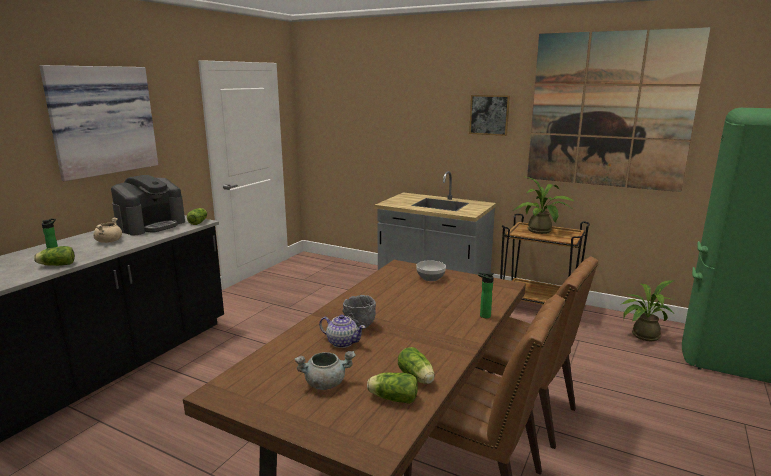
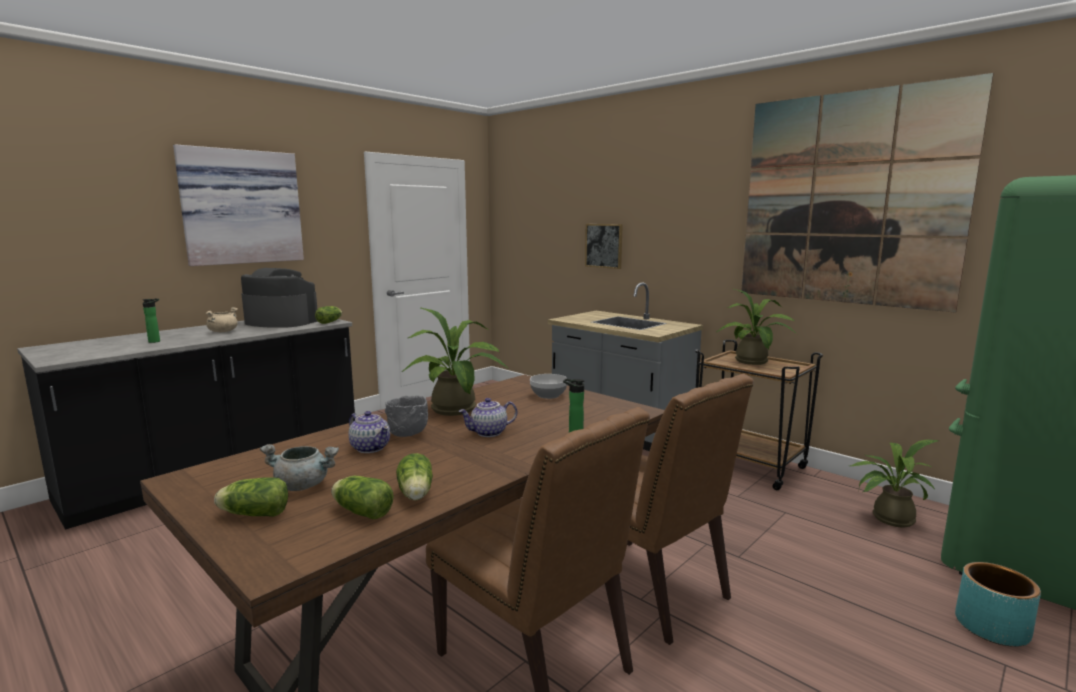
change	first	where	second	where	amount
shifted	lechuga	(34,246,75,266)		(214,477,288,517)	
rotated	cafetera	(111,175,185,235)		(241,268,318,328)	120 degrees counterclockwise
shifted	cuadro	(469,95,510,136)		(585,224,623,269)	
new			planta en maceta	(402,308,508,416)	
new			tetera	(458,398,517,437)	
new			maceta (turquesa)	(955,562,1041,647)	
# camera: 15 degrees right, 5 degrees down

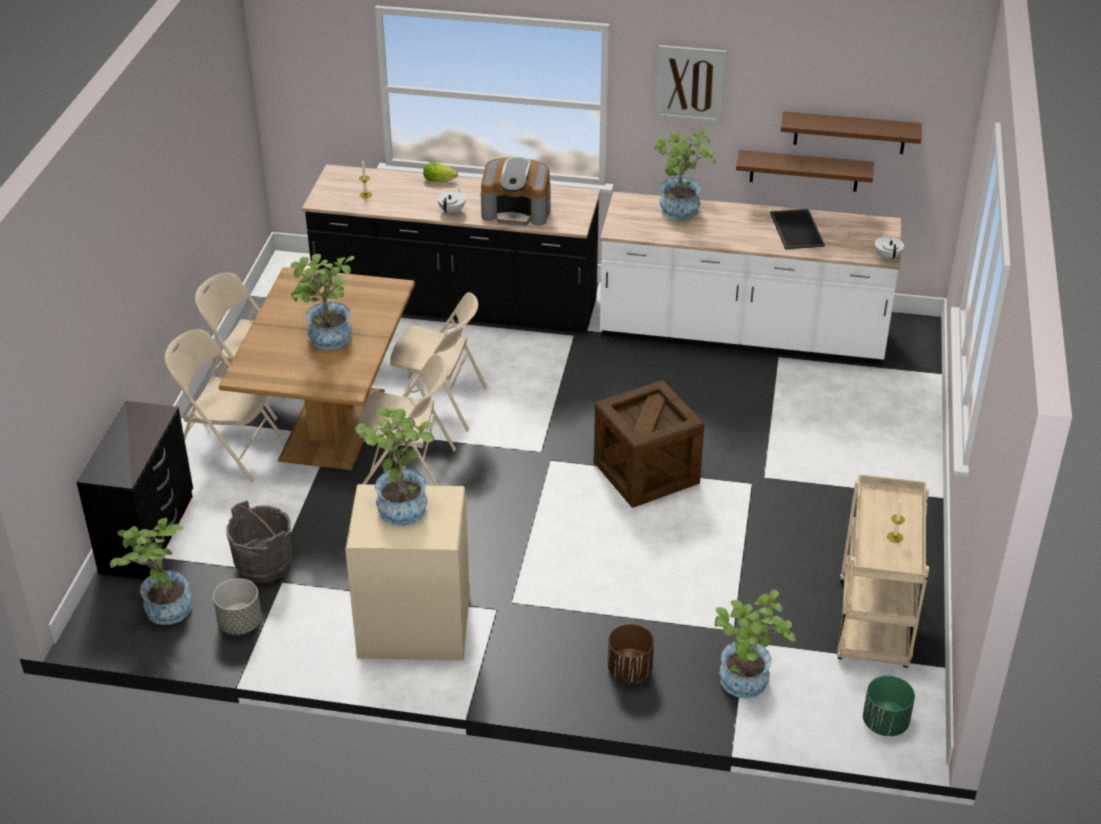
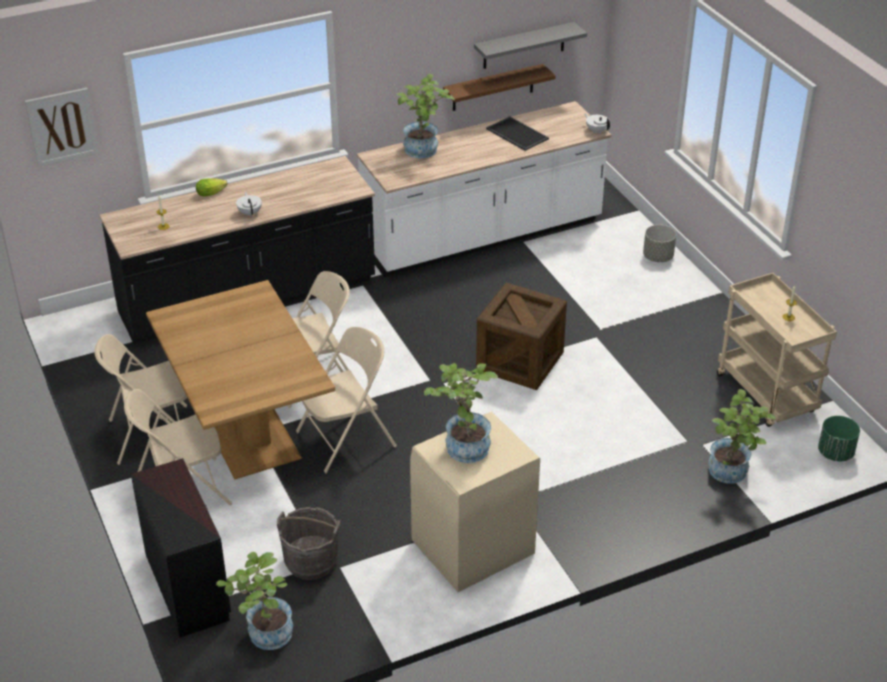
change	first	where	second	where	amount
shifted	maceta (gris)	(213,578,262,635)		(643,225,676,262)	
gone	planta en maceta	(290,254,354,350)			
gone	cafetera	(481,157,551,226)			
gone	maceta (marrón)	(608,624,654,682)			
shifted	cuadro	(656,45,726,125)		(25,88,99,167)	
repainted	estante (marrón)	(781,111,922,154)	estante (gris)	(474,22,587,69)	
# camera: 35 degrees left, 0 degrees up

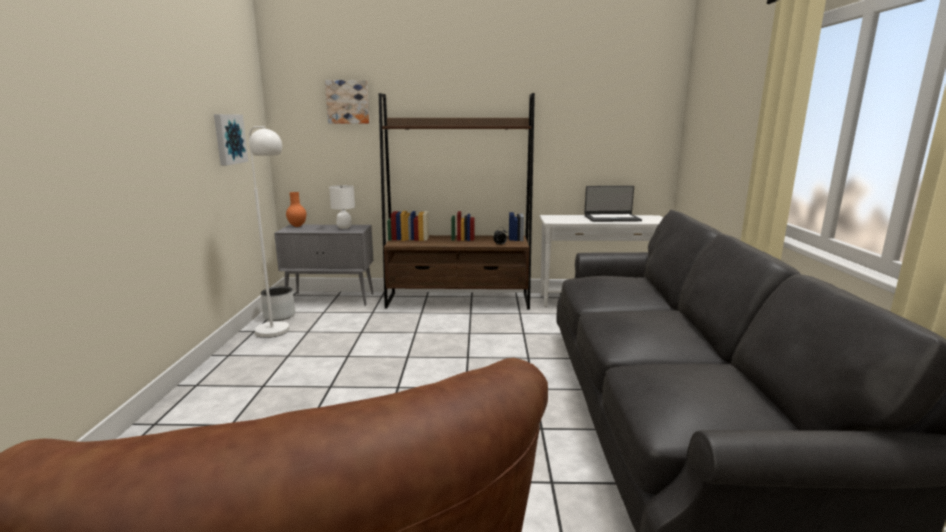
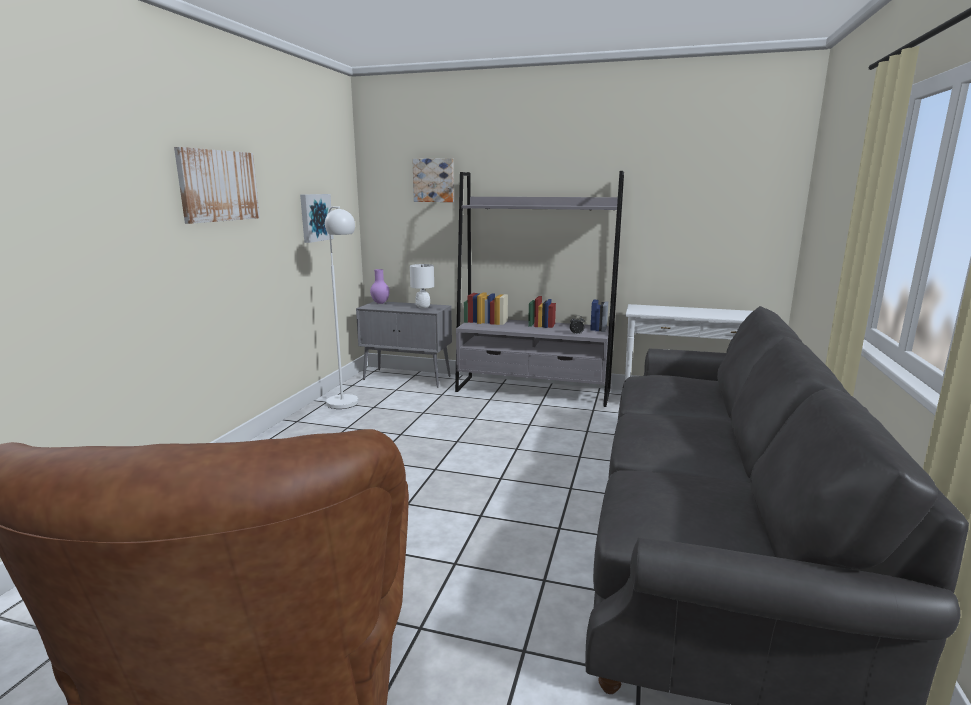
change	first	where	second	where	amount
gone	maceta (gris)	(261,286,295,321)			
repainted	florero (naranja)	(286,192,306,227)	florero (morado)	(370,269,390,304)	
repainted	estantería (marrón)	(379,93,535,310)	estantería (gris)	(455,171,624,407)	
gone	portátil	(584,186,642,222)			
new			cuadro	(174,147,260,224)	
# camera: 15 degrees right, 0 degrees up

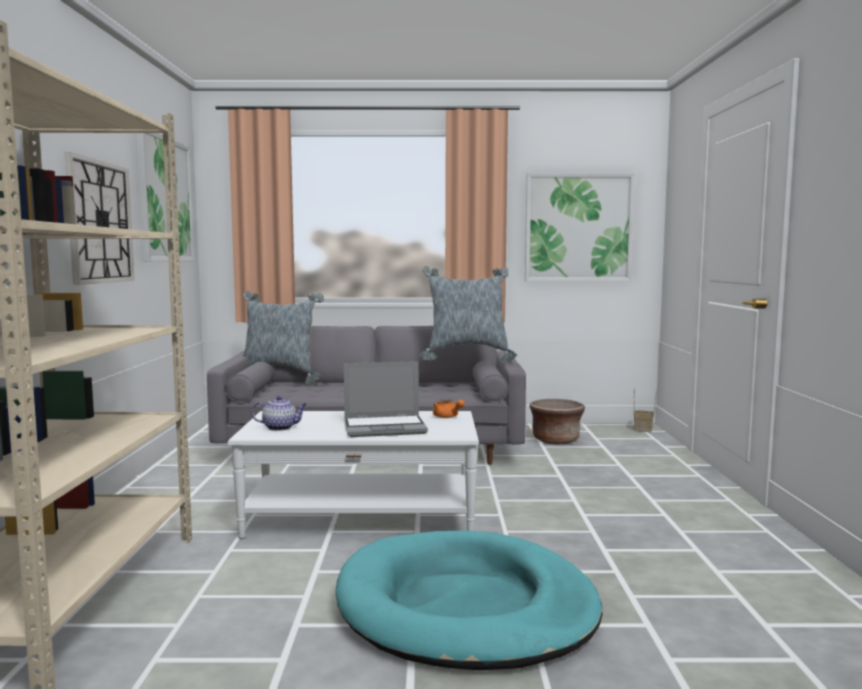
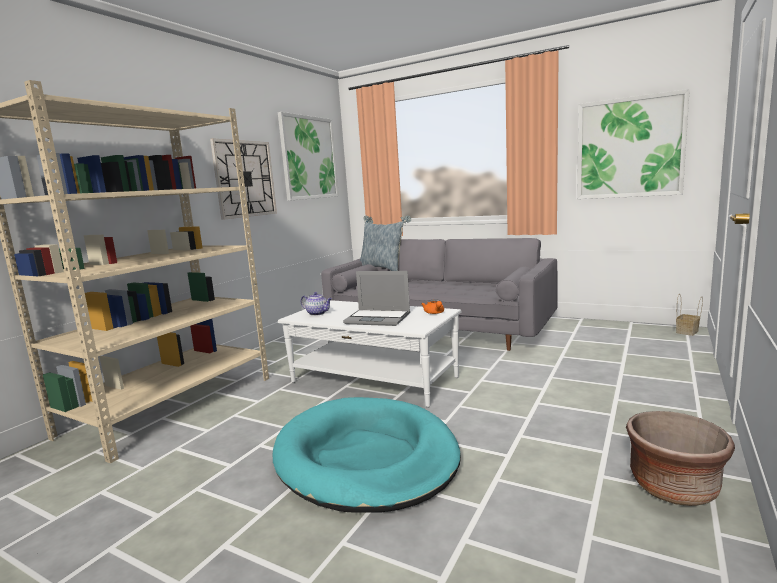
change	first	where	second	where	amount
gone	cojín	(419,266,517,364)			
shifted	maceta (marrón)	(530,399,585,444)		(626,411,735,506)	
# camera: 30 degrees right, 5 degrees up

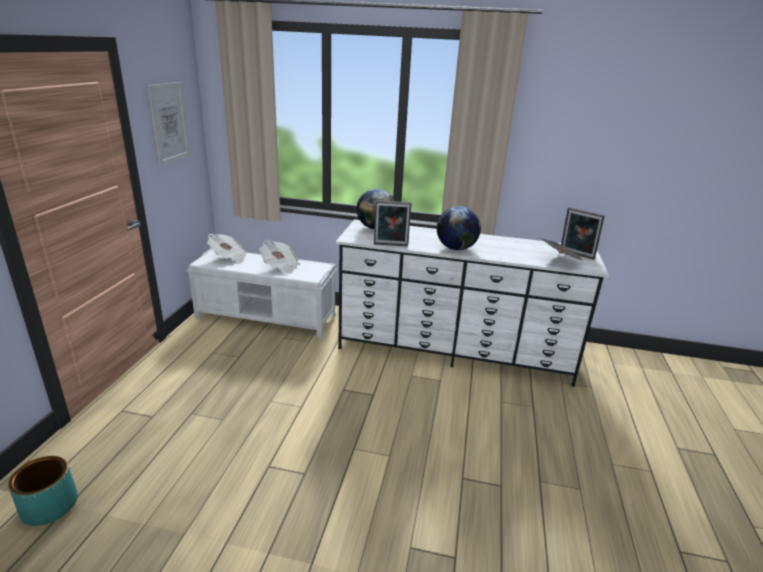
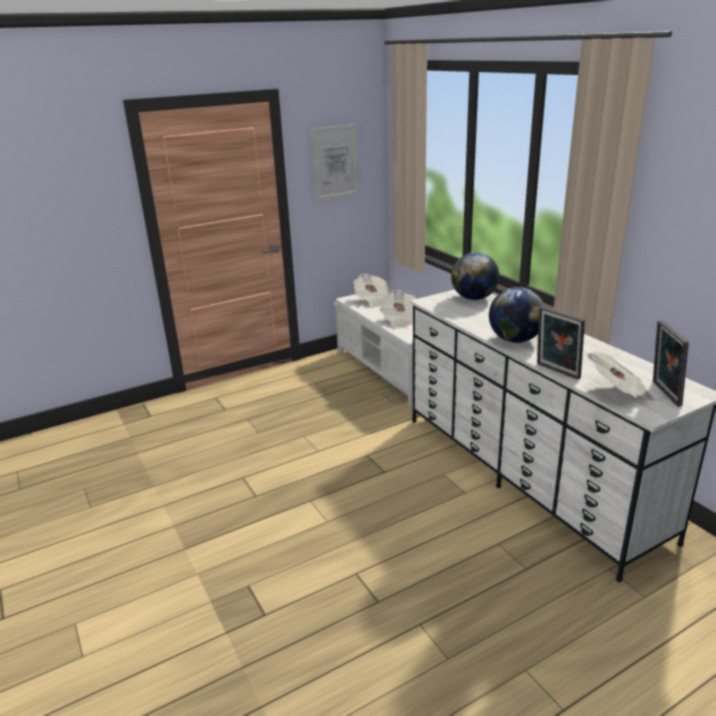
change	first	where	second	where	amount
gone	maceta (turquesa)	(8,456,78,526)			
shifted	portarretratos	(374,200,411,246)		(537,306,585,380)	
# camera: 50 degrees right, 0 degrees up

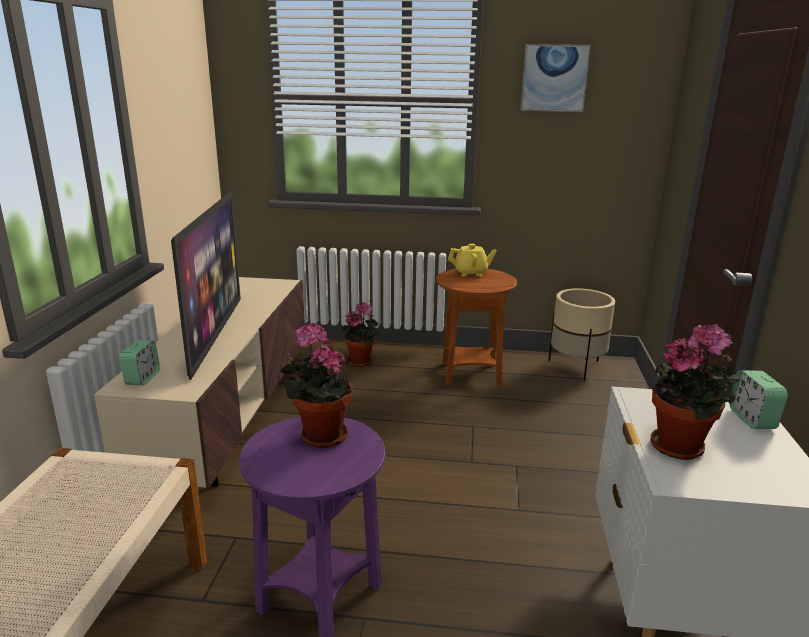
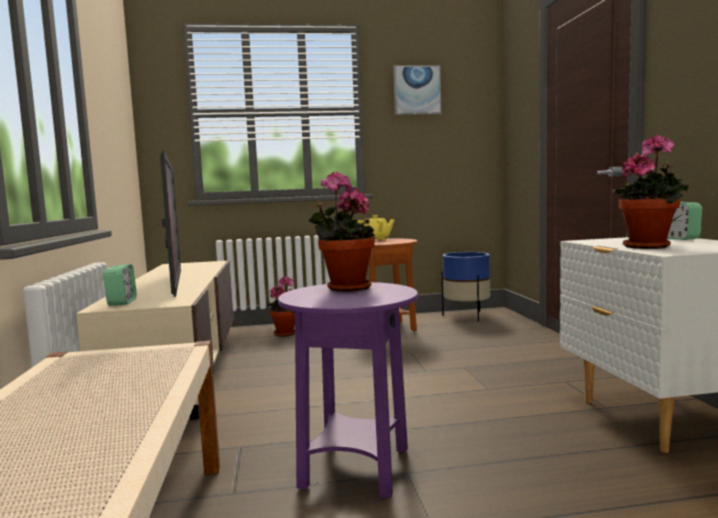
change	first	where	second	where	amount
repainted	maceta (beis)	(549,288,615,381)	maceta (azul)	(442,252,490,321)	
# camera: 15 degrees left, 15 degrees down

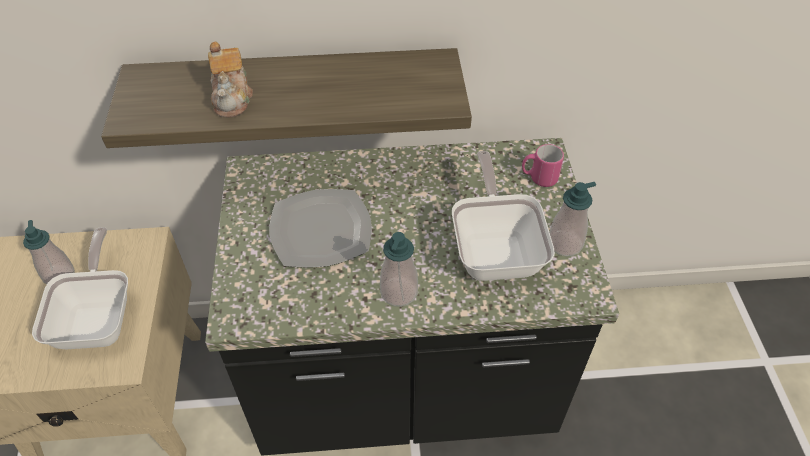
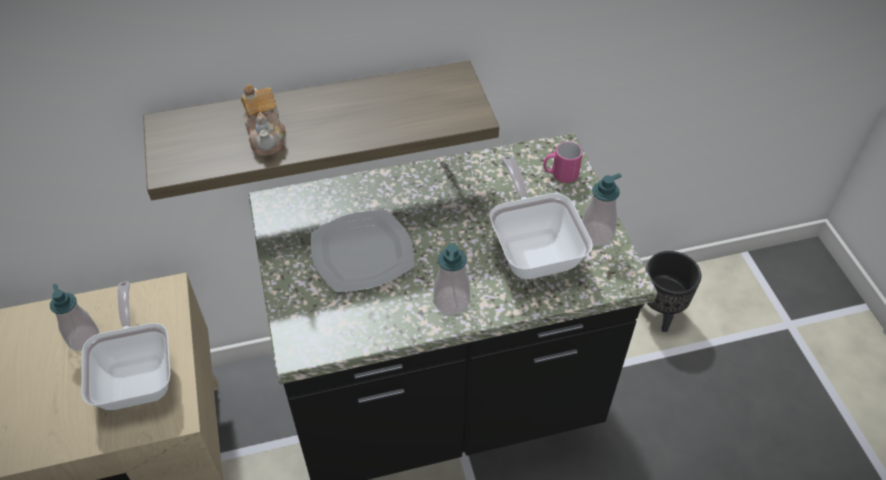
change	first	where	second	where	amount
new			maceta (negro)	(641,251,701,332)	
# camera: 10 degrees left, 0 degrees up

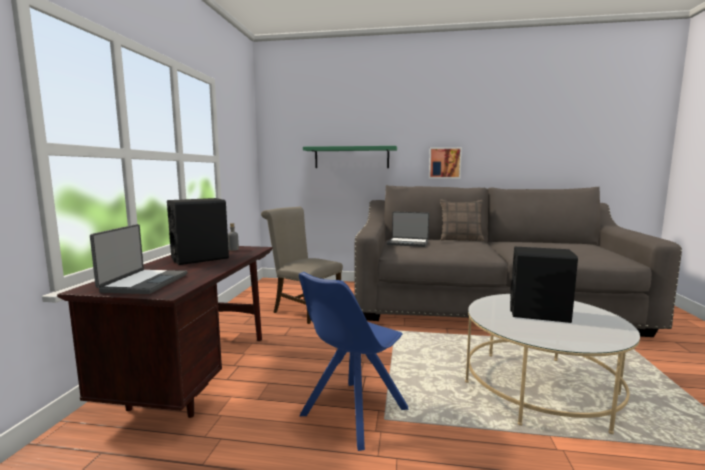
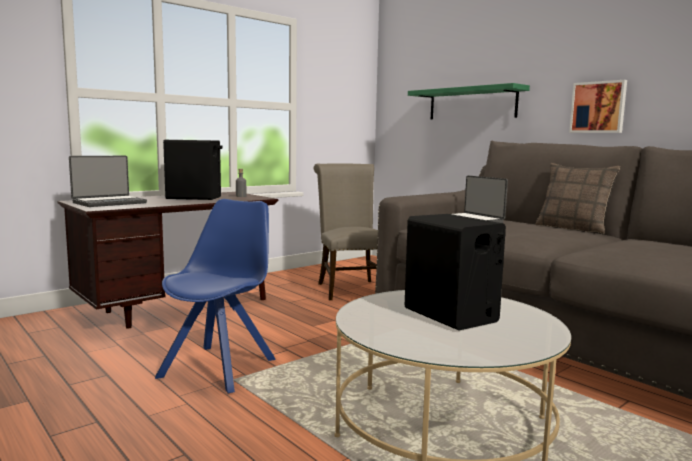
change	first	where	second	where	amount
rotated	silla (azul)	(299,272,409,451)		(155,199,276,393)	120 degrees clockwise
# camera: 40 degrees right, 0 degrees up

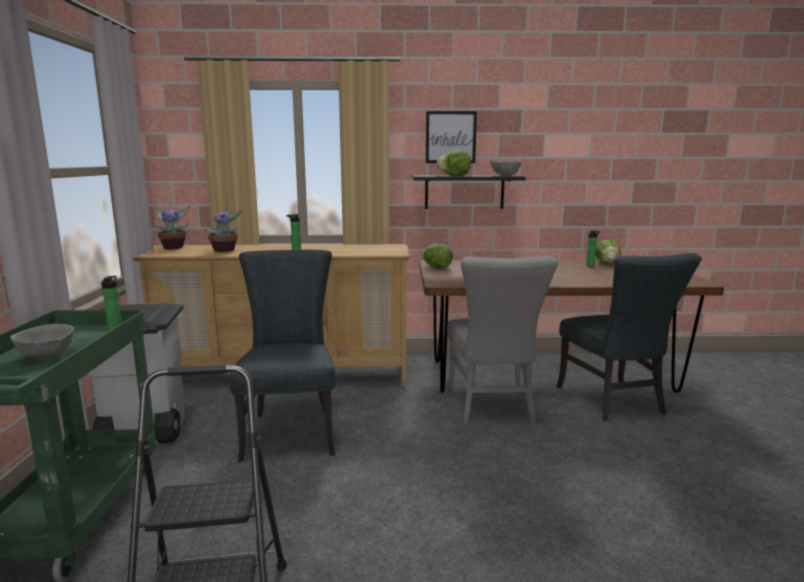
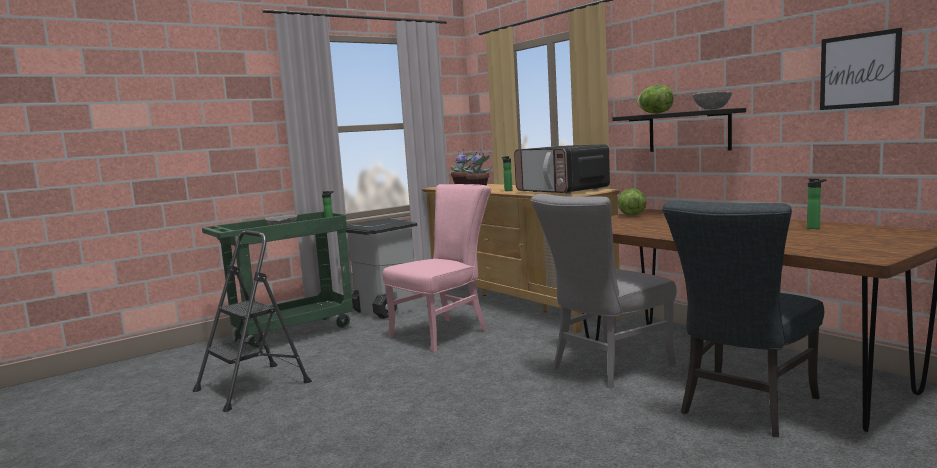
change	first	where	second	where	amount
repainted	silla (gris)	(229,250,335,462)	silla (rosa)	(383,184,492,352)	
shifted	cuadro	(426,111,477,163)		(820,28,902,110)	
gone	lechuga	(596,239,621,263)			
new			microondas	(514,144,610,194)	
# camera: 55 degrees right, 5 degrees down

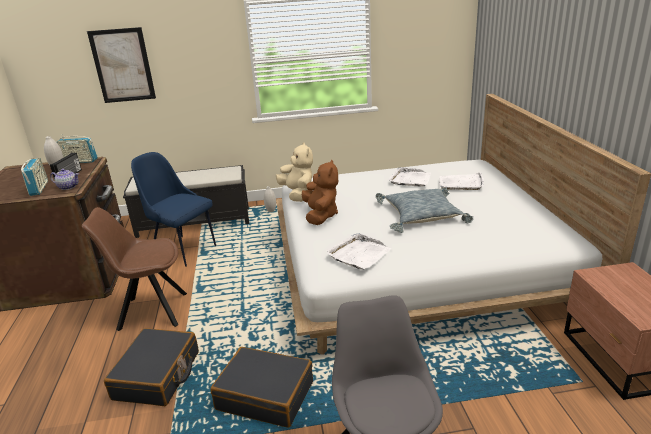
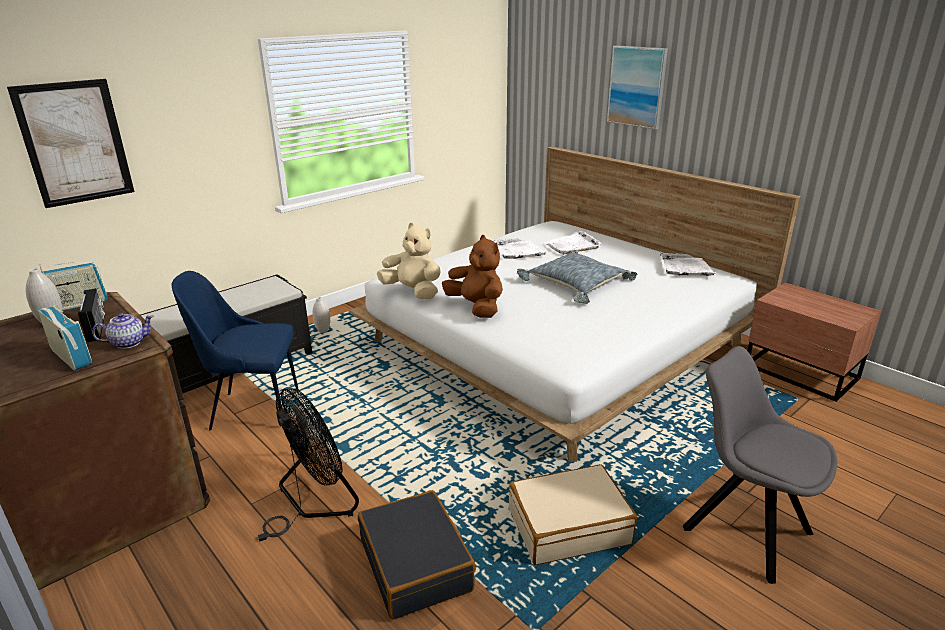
change	first	where	second	where	amount
swapped	silla (marrón)	(82,207,187,331)	ventilador (negro)	(256,388,359,542)	
repainted	maleta (negro)	(210,347,313,428)	maleta (beis)	(509,464,637,565)	
shifted	bandeja (blanco)	(327,233,391,270)		(660,253,715,276)	
new			cuadro	(607,45,668,130)	
# camera: 35 degrees left, 0 degrees up

